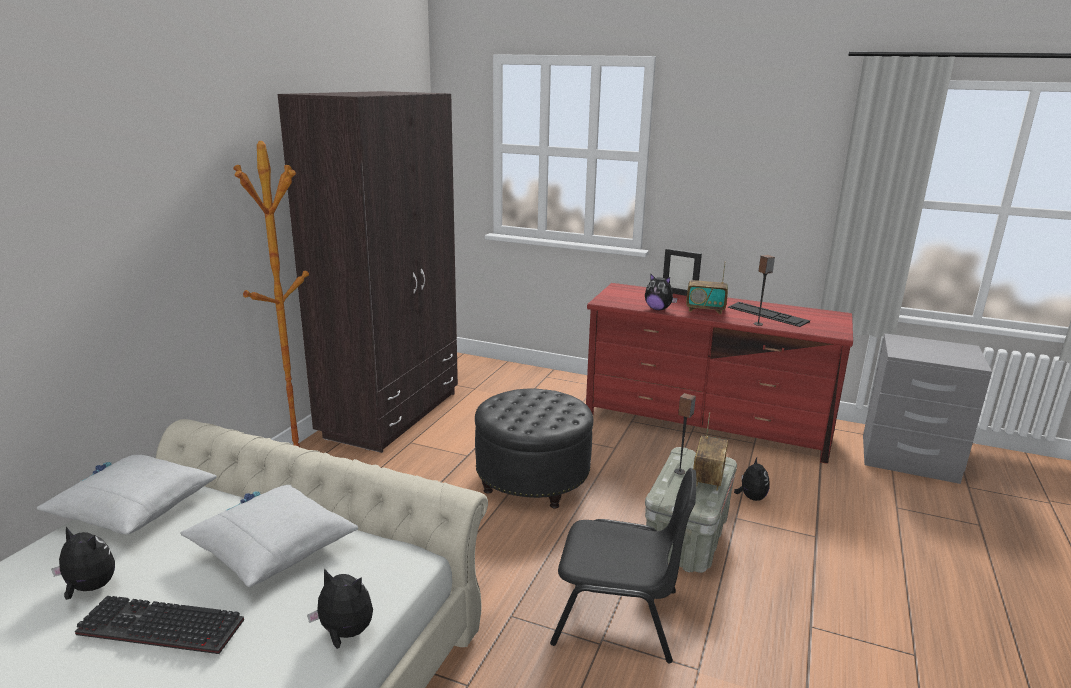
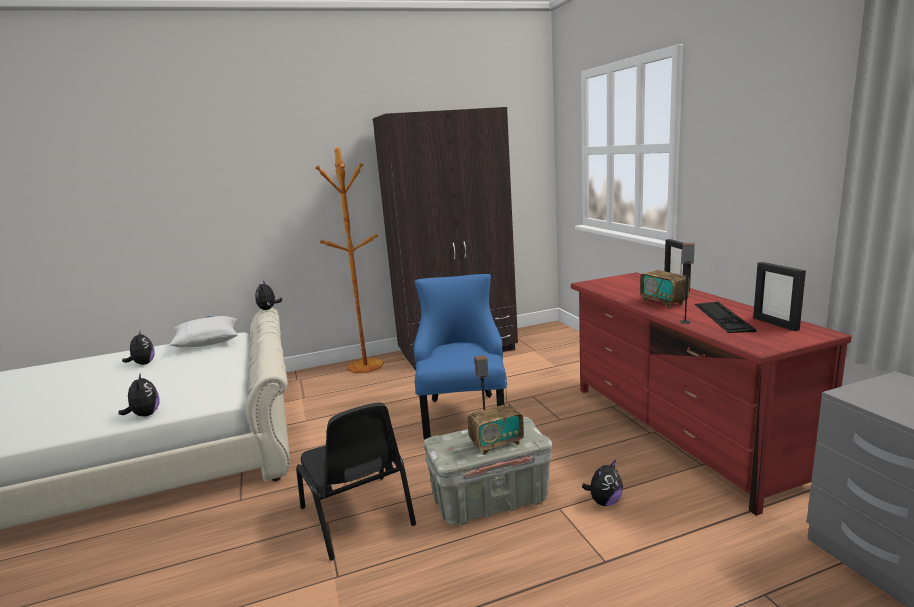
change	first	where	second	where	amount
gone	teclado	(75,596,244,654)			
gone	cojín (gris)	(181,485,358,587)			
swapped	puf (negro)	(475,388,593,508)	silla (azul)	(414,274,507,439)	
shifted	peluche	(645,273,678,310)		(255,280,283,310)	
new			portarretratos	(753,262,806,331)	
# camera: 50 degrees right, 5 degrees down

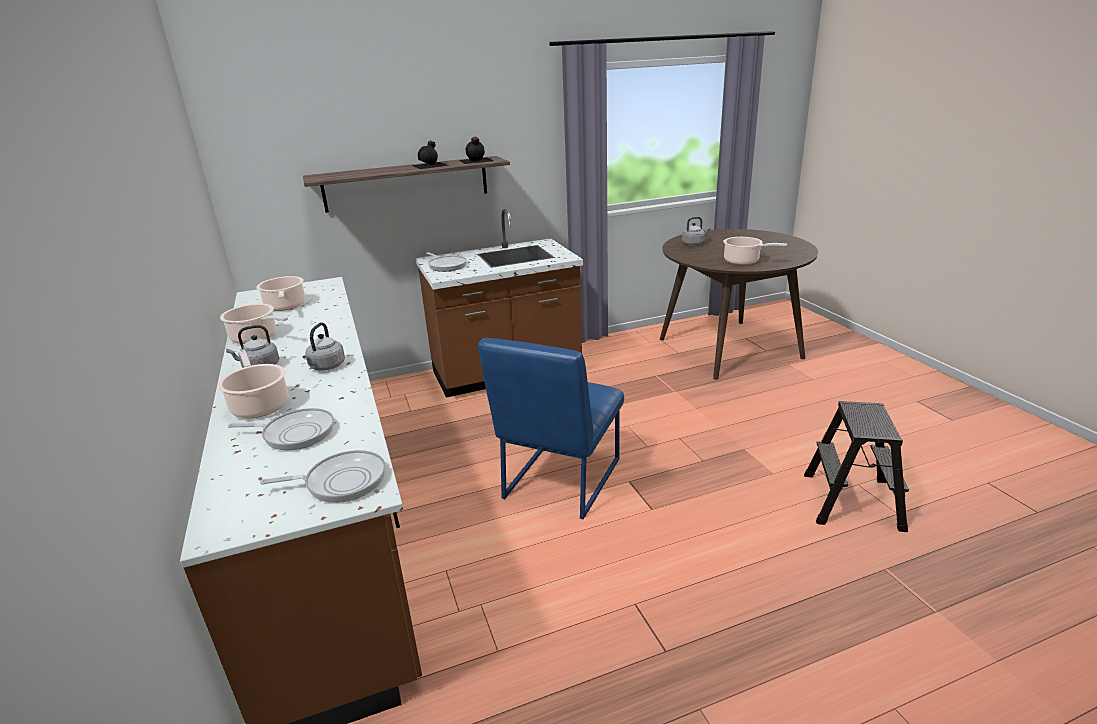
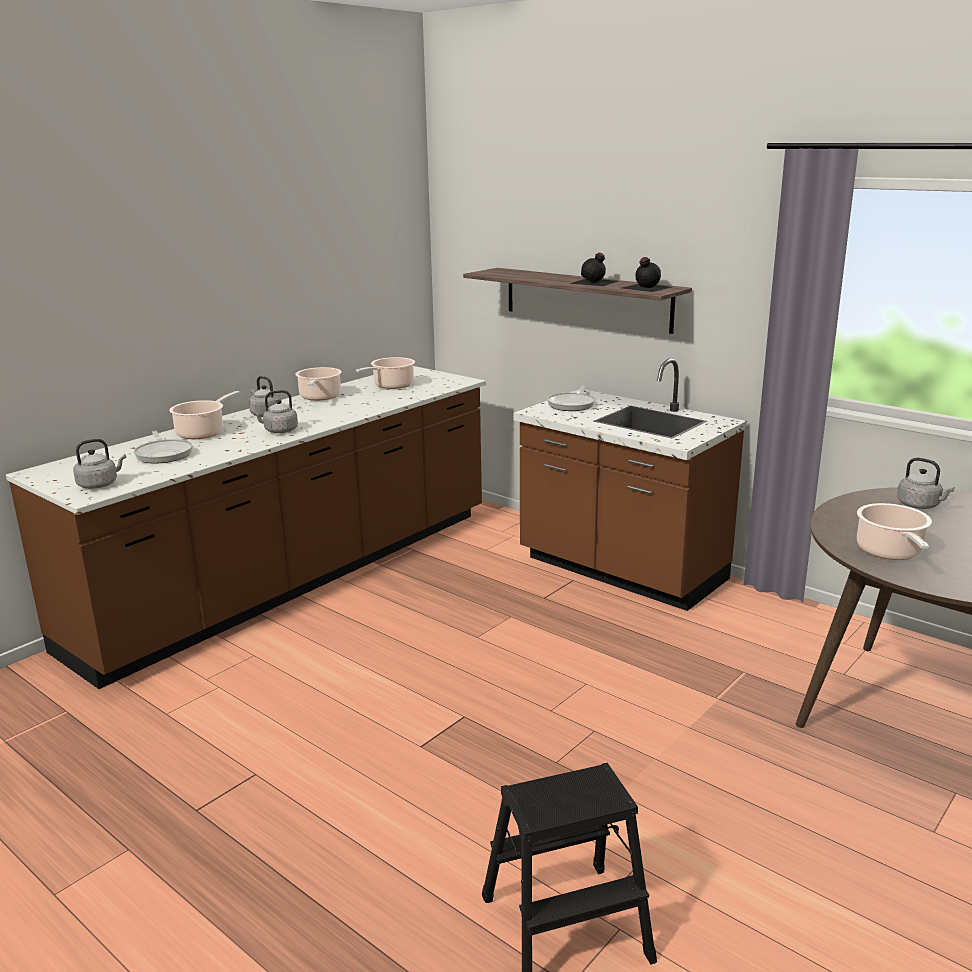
change	first	where	second	where	amount
swapped	sartén	(260,450,386,503)	hervidor (gris)	(73,439,126,489)	
gone	silla (azul)	(478,338,624,519)			
# camera: 60 degrees right, 5 degrees down

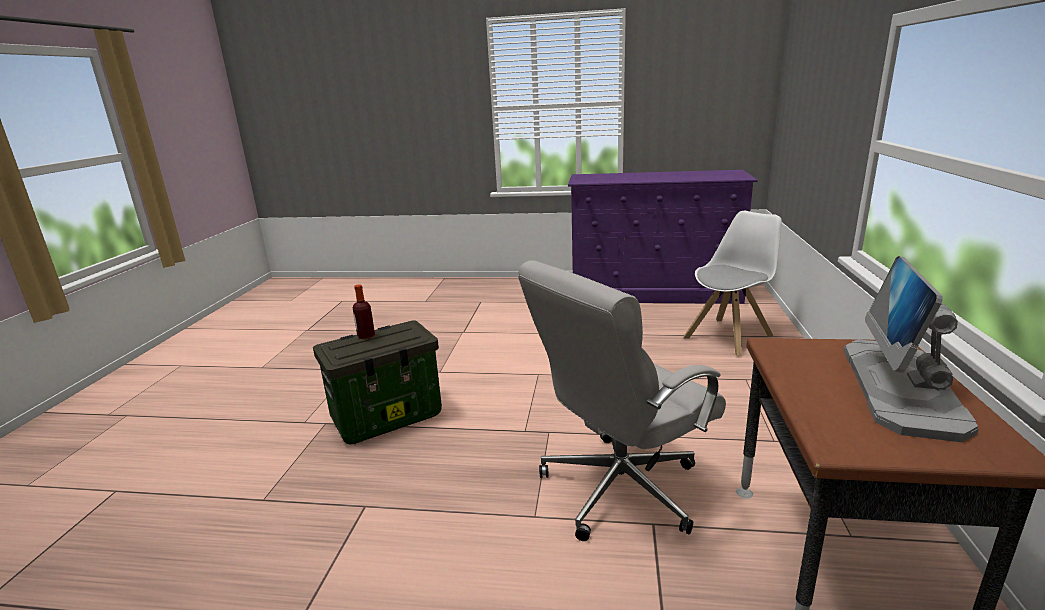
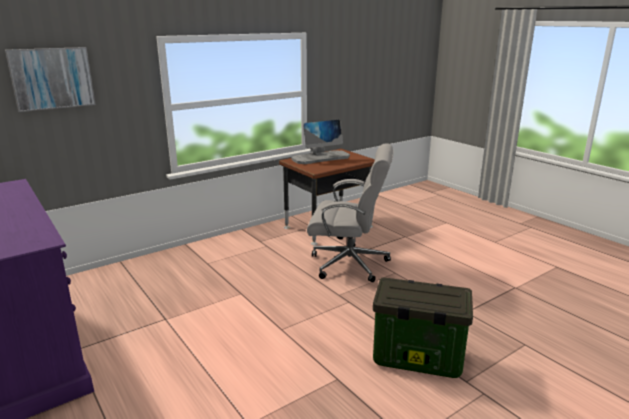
change	first	where	second	where	amount
gone	botella	(353,284,375,339)			
gone	silla	(683,211,782,356)			
new			cuadro	(5,47,96,112)	
# camera: 135 degrees left, 0 degrees up

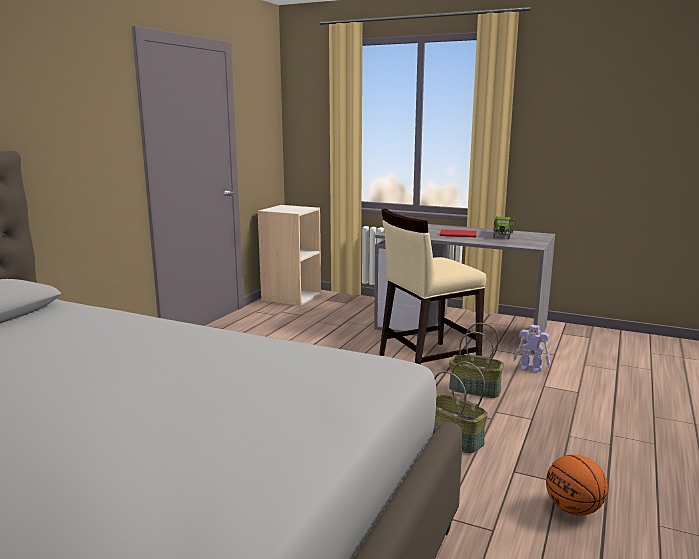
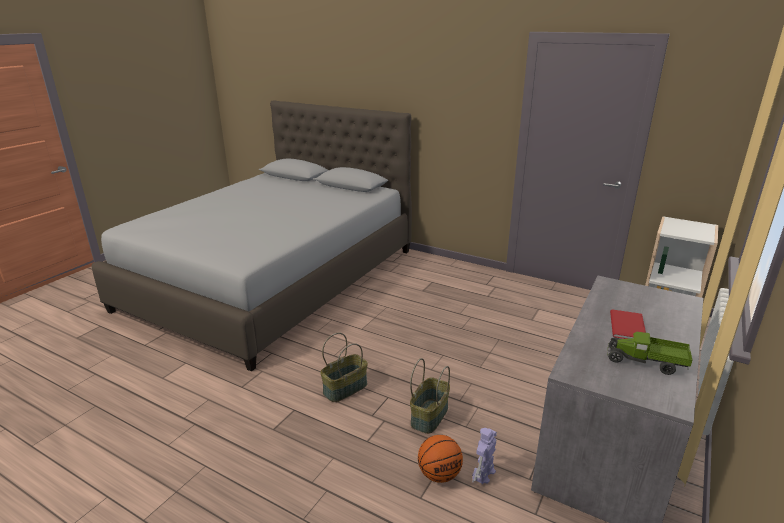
change	first	where	second	where	amount
gone	silla (beis)	(379,209,486,365)			
shifted	balón de baloncesto	(546,454,608,516)		(418,435,463,483)	
# camera: 95 degrees right, 10 degrees up

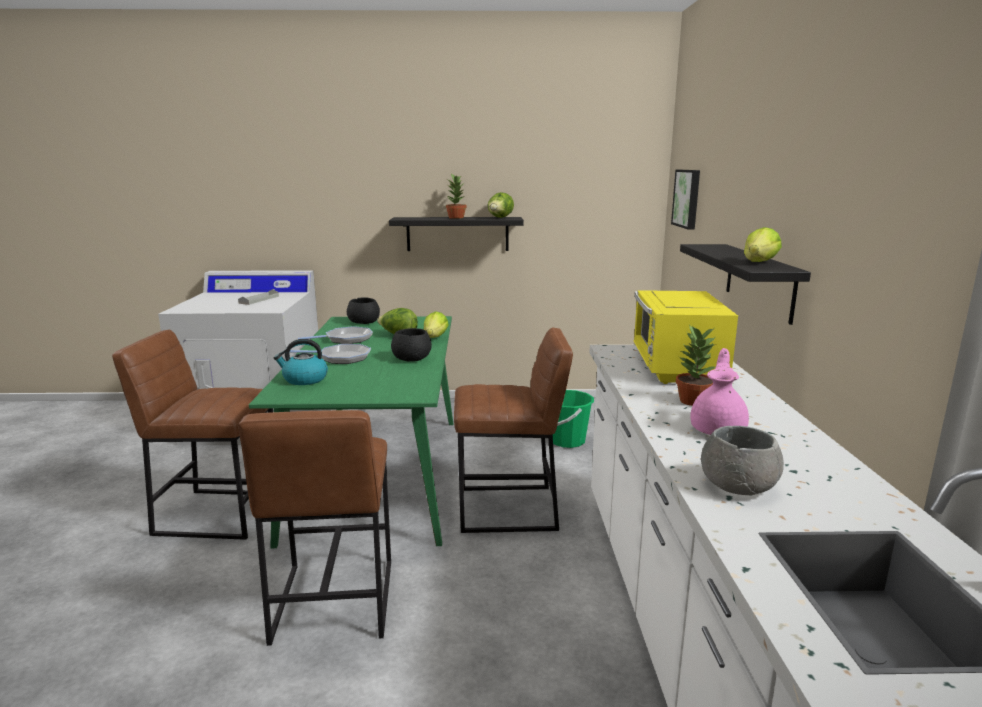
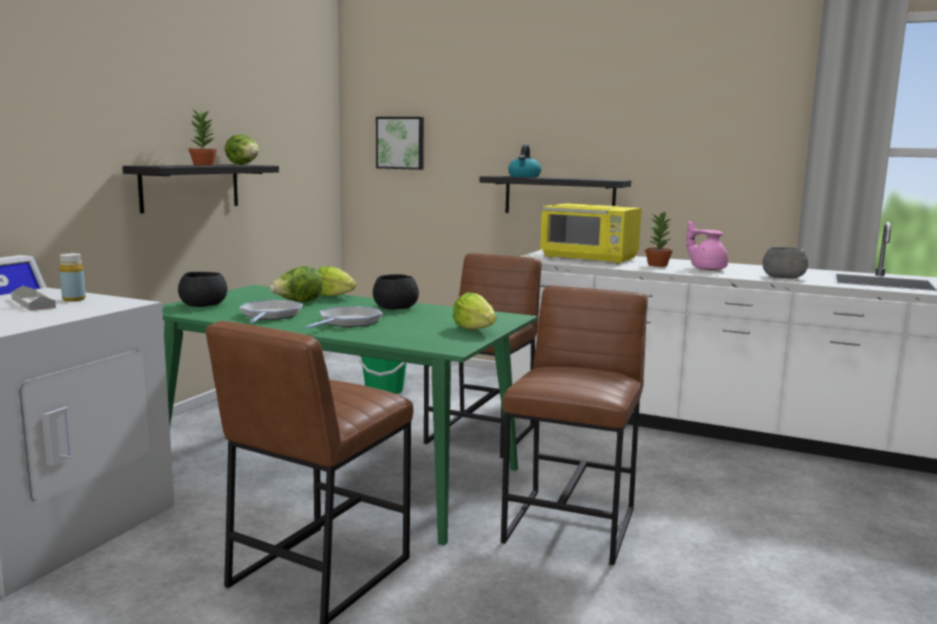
change	first	where	second	where	amount
rotated	silla (marrón)	(238,410,391,646)		(501,286,648,565)	90 degrees counterclockwise
shifted	hervidor	(274,339,328,385)		(508,145,541,177)	
shifted	lechuga	(744,227,782,262)		(453,292,496,330)	
new			botella (amarillo)	(60,253,86,301)	
# camera: 65 degrees left, 5 degrees down

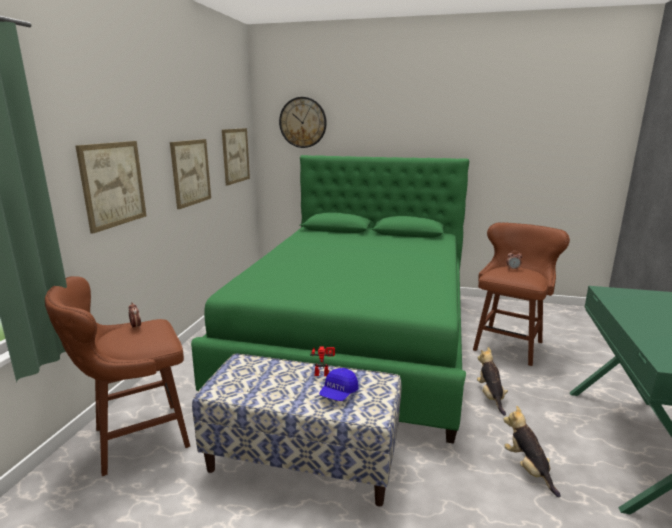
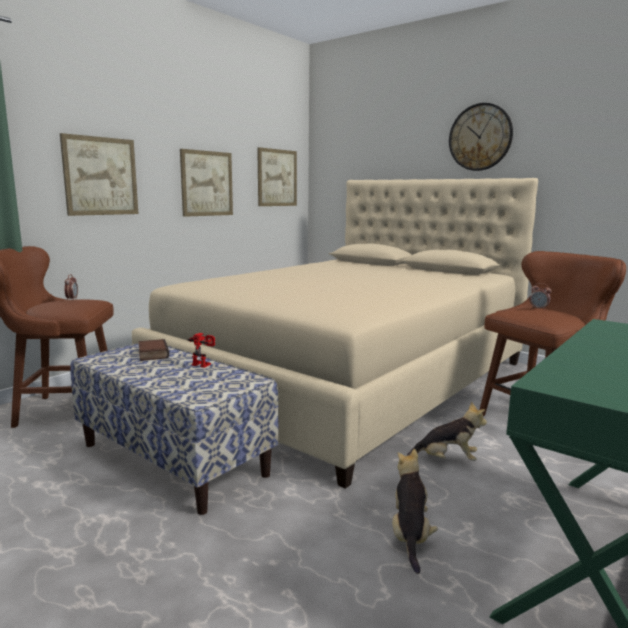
change	first	where	second	where	amount
repainted	cama (verde)	(191,155,469,444)	cama (beis)	(132,178,538,489)	
shifted	reloj de pared	(279,97,327,148)		(449,103,513,171)	
gone	gorra (azul)	(319,368,359,401)			
rotated	peluche	(477,347,508,416)		(406,401,487,461)	75 degrees clockwise
new			libro	(138,339,169,361)	
# camera: 25 degrees right, 5 degrees down

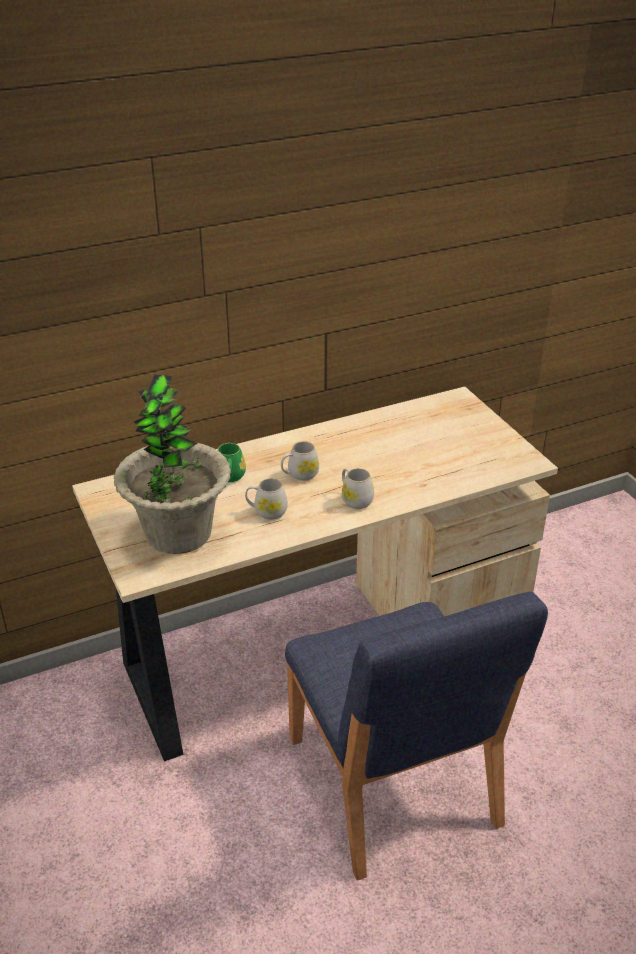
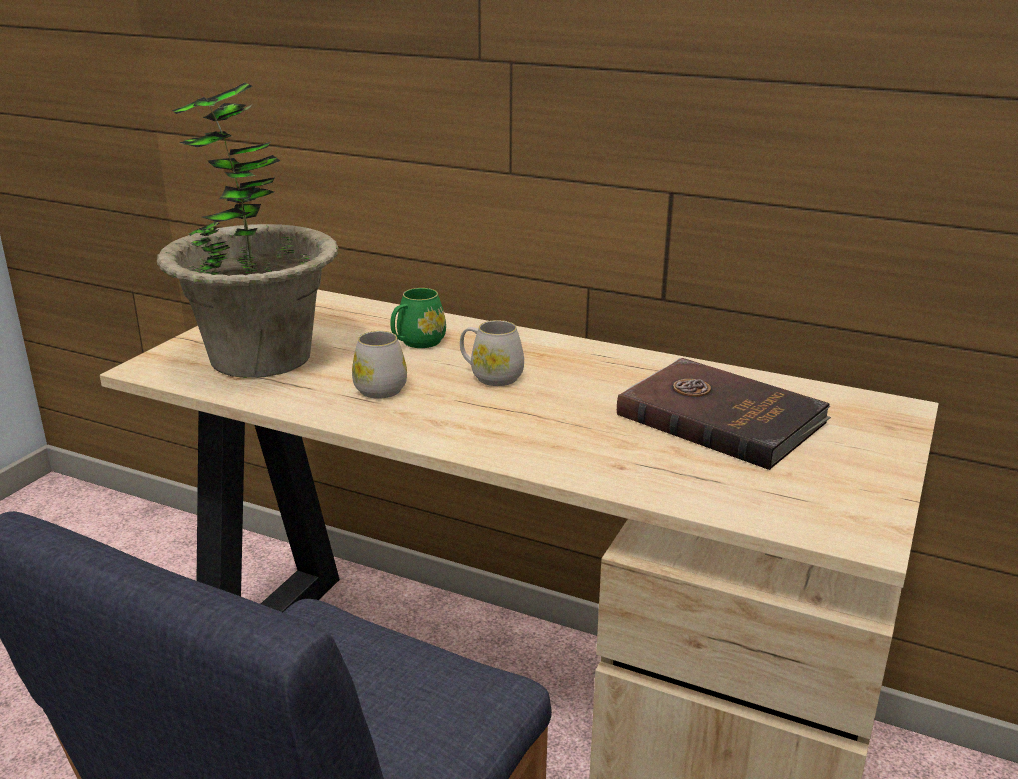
change	first	where	second	where	amount
gone	taza grande (blanco)	(342,468,374,509)			
new			libro (marrón)	(617,358,831,470)	
# camera: 50 degrees right, 10 degrees down

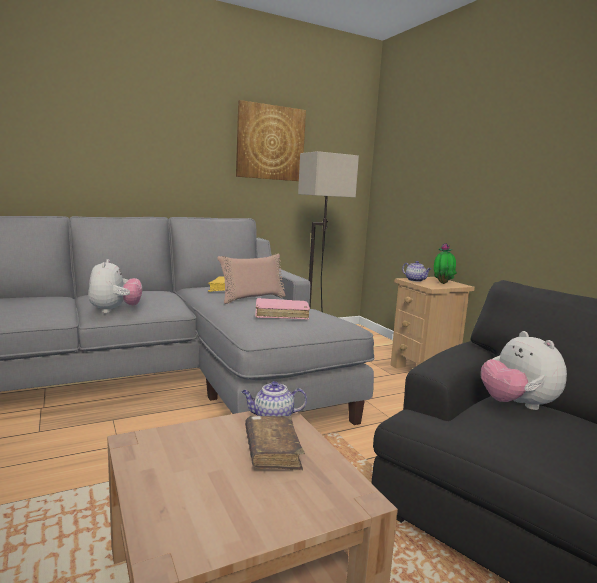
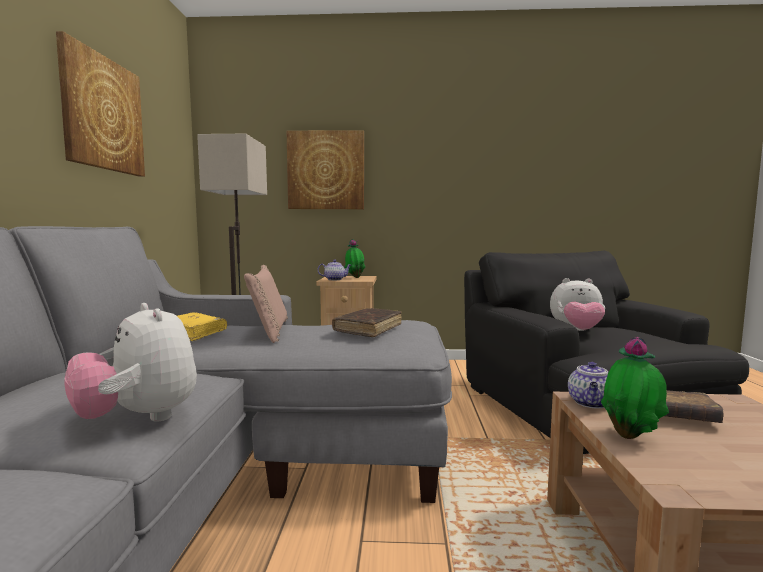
change	first	where	second	where	amount
rotated	peluche	(88,259,142,313)		(64,303,197,422)	150 degrees counterclockwise
repainted	libro (rosa)	(255,298,310,320)	libro (marrón)	(332,308,402,337)	
new			cuadro	(287,130,364,209)	
new			planta en maceta	(601,337,669,439)	
# camera: 60 degrees left, 5 degrees down

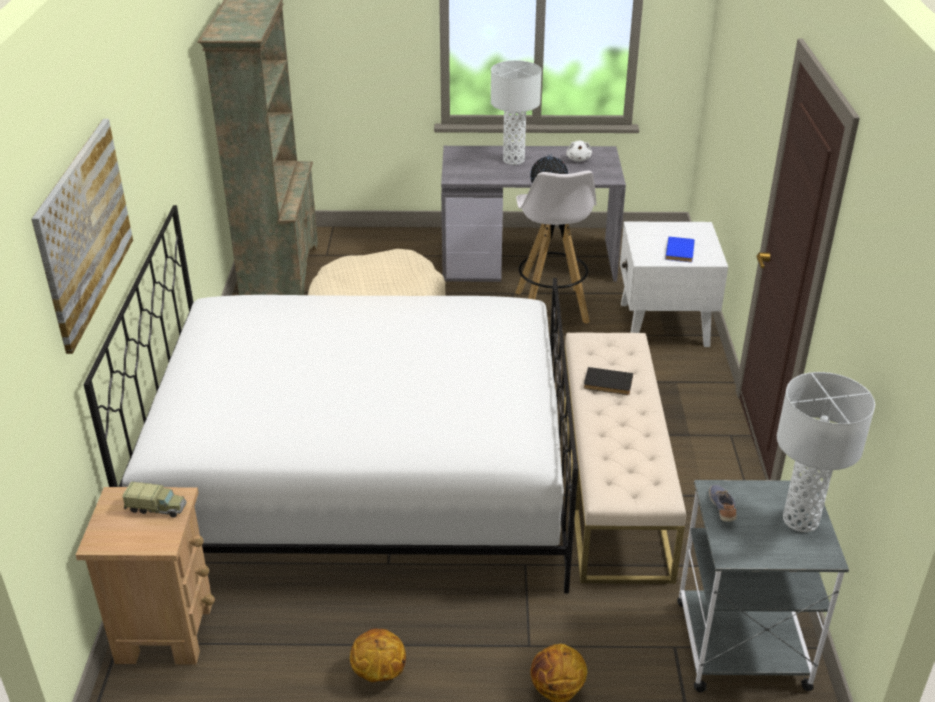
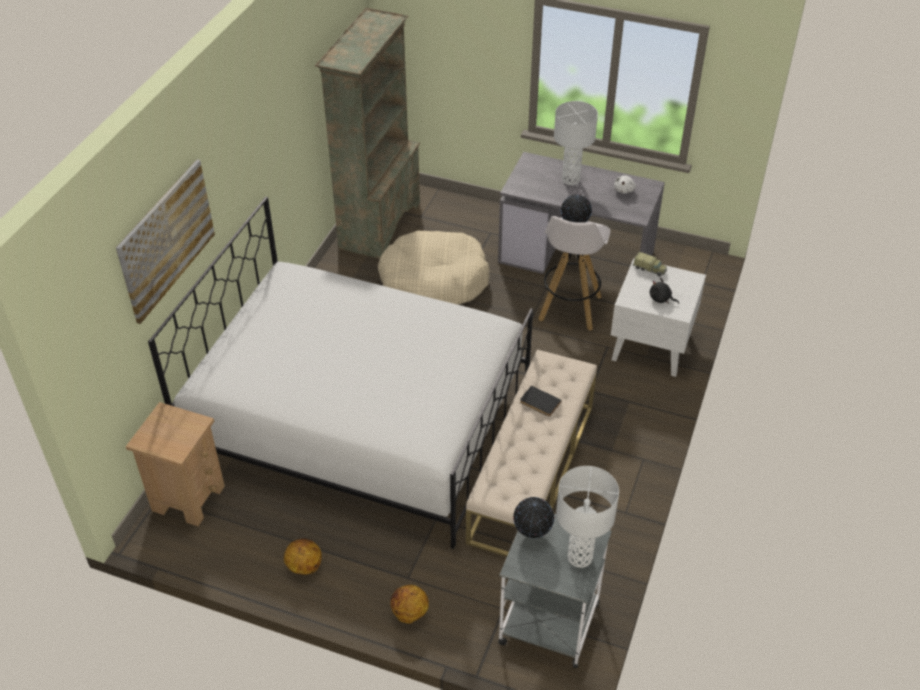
change	first	where	second	where	amount
shifted	camión de juguete	(123,482,187,518)		(633,252,667,277)	
swapped	libro (azul)	(665,237,695,262)	peluche (negro)	(650,277,679,304)	
swapped	zapato	(709,485,737,522)	globo terráqueo	(513,497,554,539)	
# camera: 20 degrees right, 10 degrees up

